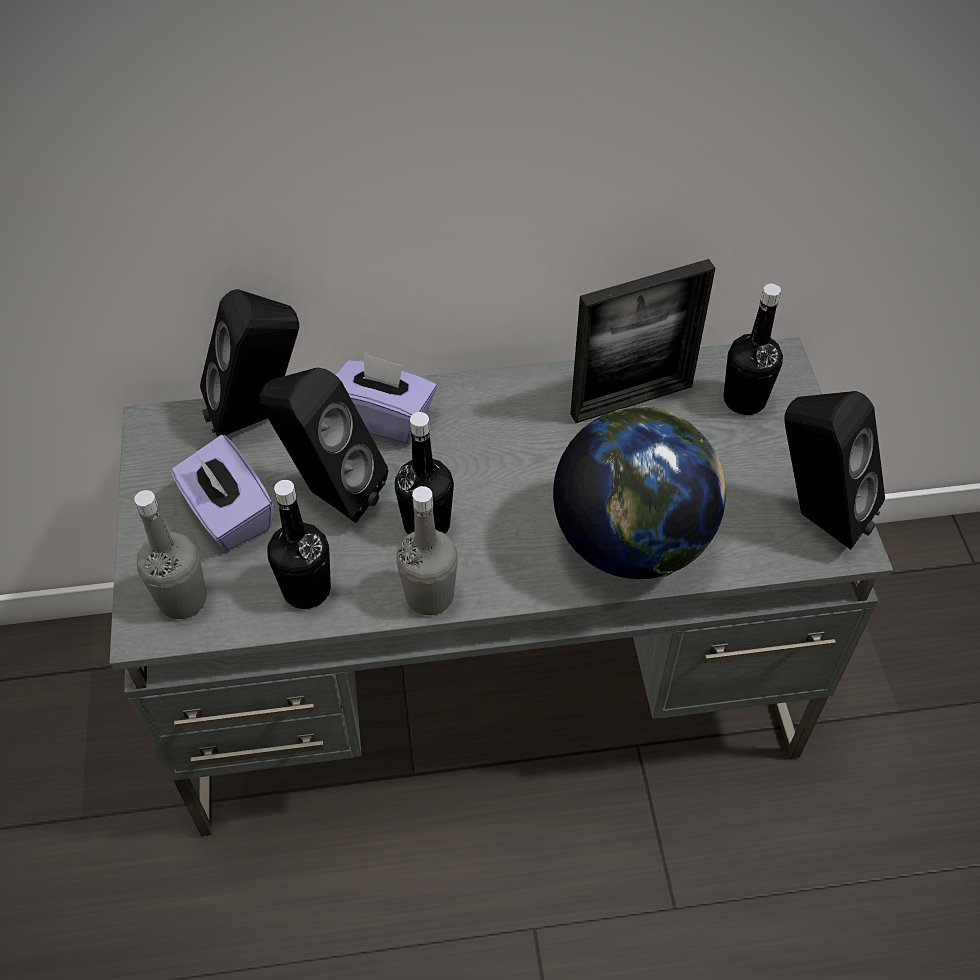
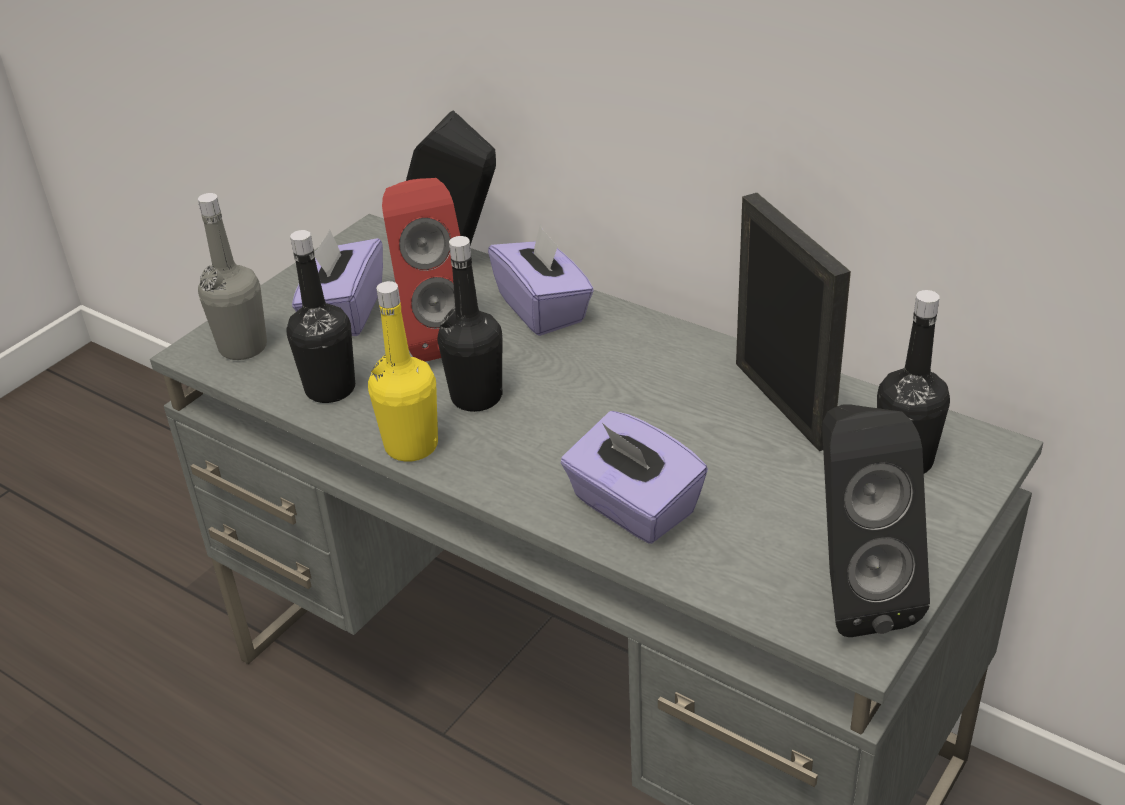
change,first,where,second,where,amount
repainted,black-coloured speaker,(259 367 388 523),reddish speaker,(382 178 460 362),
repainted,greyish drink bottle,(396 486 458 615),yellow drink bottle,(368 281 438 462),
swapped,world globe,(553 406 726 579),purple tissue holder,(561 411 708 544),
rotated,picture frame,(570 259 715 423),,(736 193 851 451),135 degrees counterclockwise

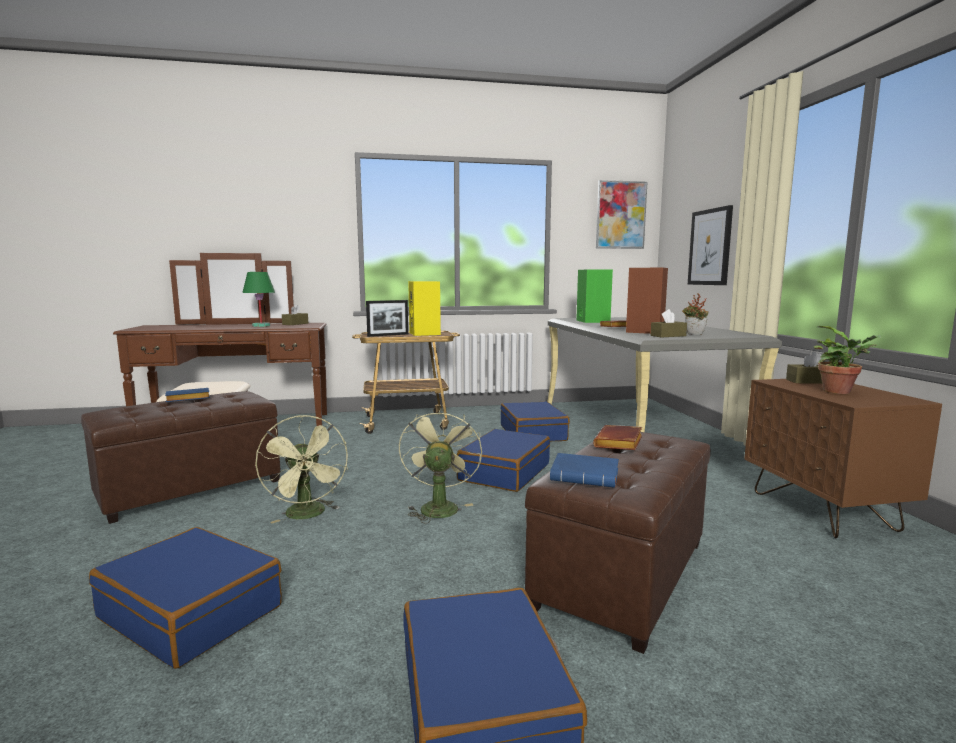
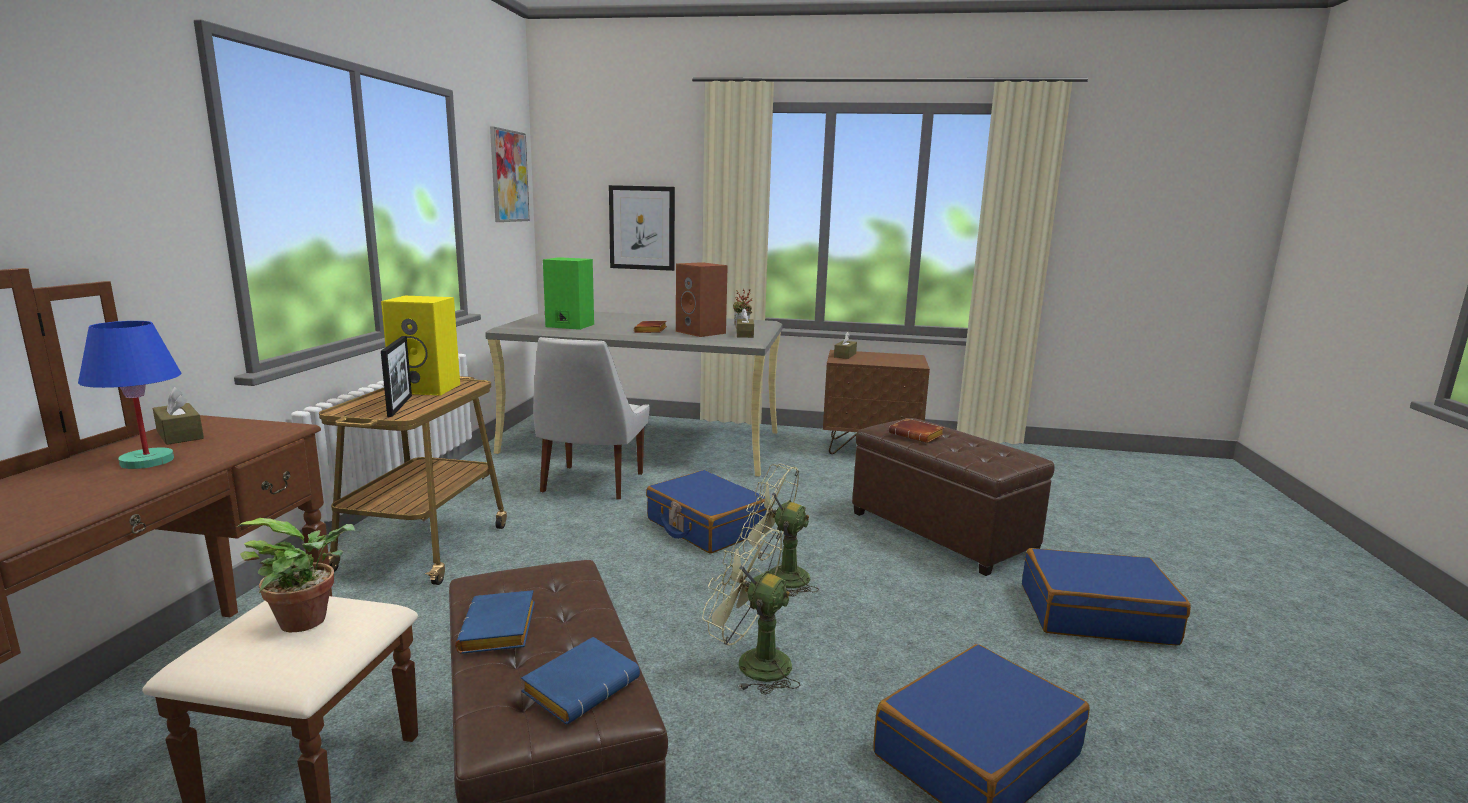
change,first,where,second,where,amount
repainted,greenish table lamp,(242 272 275 327),blue table lamp,(78 321 181 469),
rotated,greenish electric fan,(255 415 348 523),,(702 523 800 695),150 degrees counterclockwise
swapped,blue suitcase,(500 401 570 441),whitish plain chair,(533 337 649 500),
shifted,blue book,(550 453 619 488),,(521 637 640 724),
shifted,houseplant,(814 326 881 394),,(237 518 355 632),

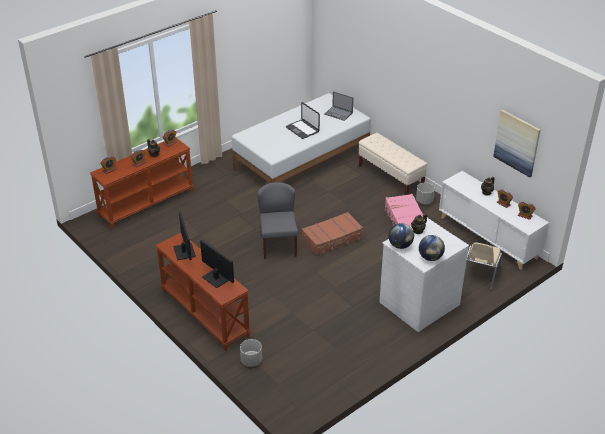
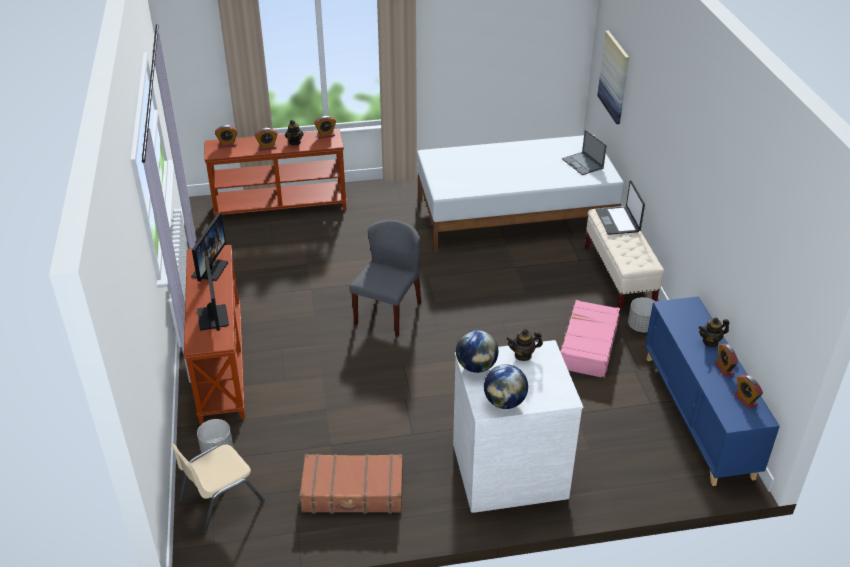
change,first,where,second,where,amount
shifted,portable computer,(286 102 320 139),,(596 180 645 235),
shifted,brownish suitcase,(302 212 363 256),,(299 454 403 513),
repainted,whitish cabinet,(439 171 549 270),blue cabinet,(645 296 780 486),
shifted,beige plain chair,(463 243 502 290),,(171 444 265 534),
shifted,wall art,(493 110 541 177),,(597 31 629 124),

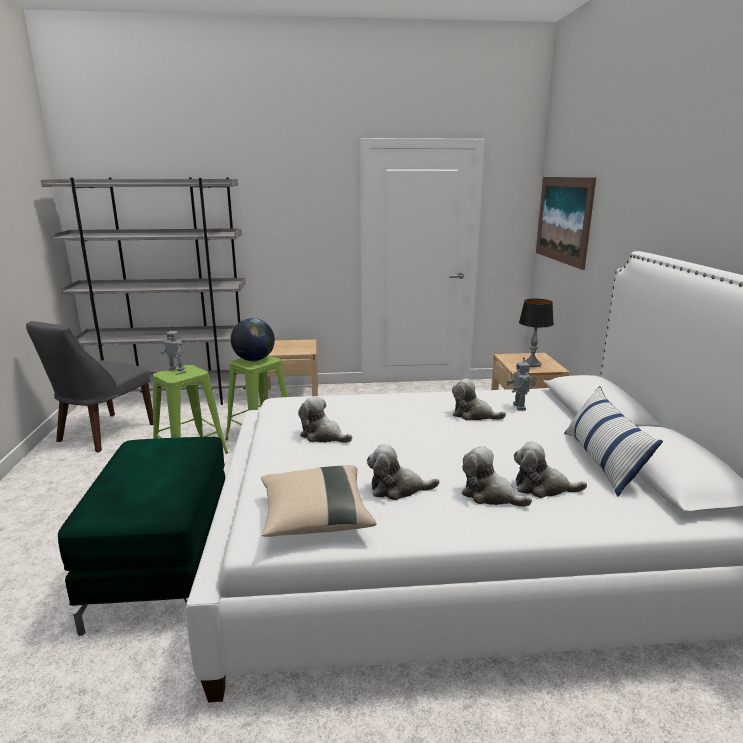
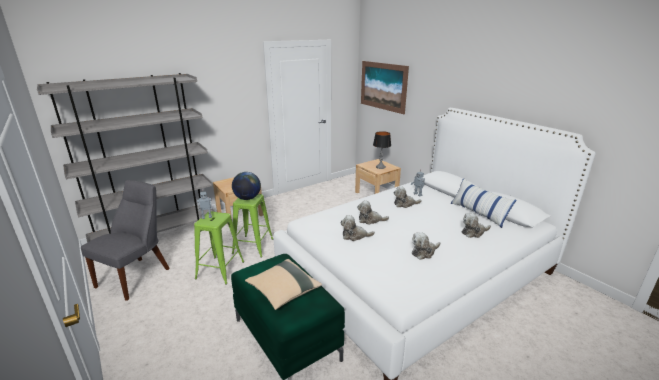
change,first,where,second,where,amount
rotated,greyish plain chair,(26 321 153 452),,(81 180 170 301),150 degrees counterclockwise
shifted,beige cushion,(261 465 376 537),,(245 259 322 310),
shifted,cuddly toy,(462 446 532 507),,(357 200 389 225),

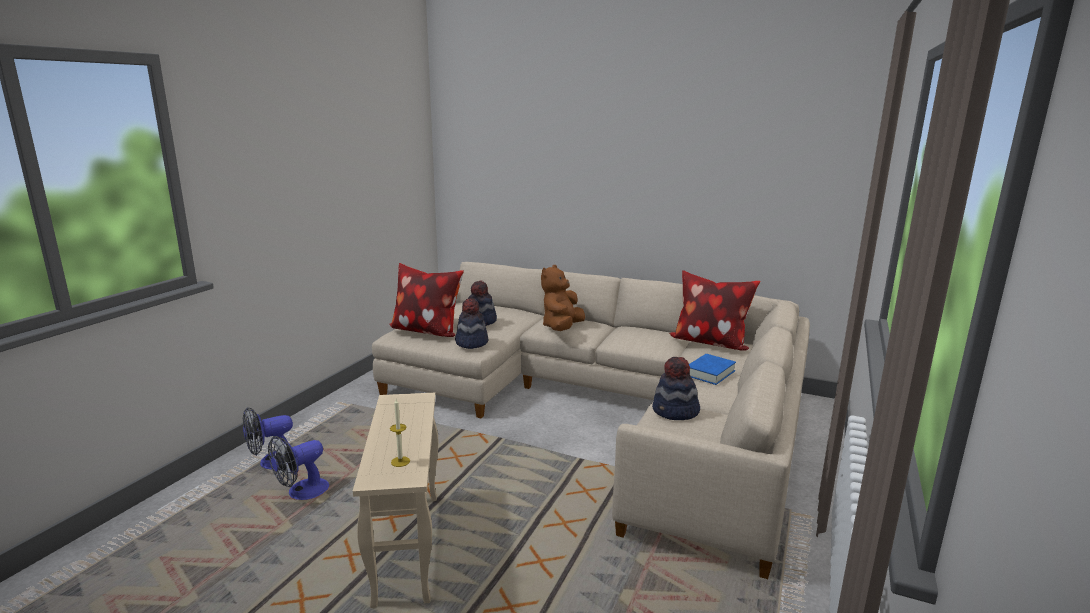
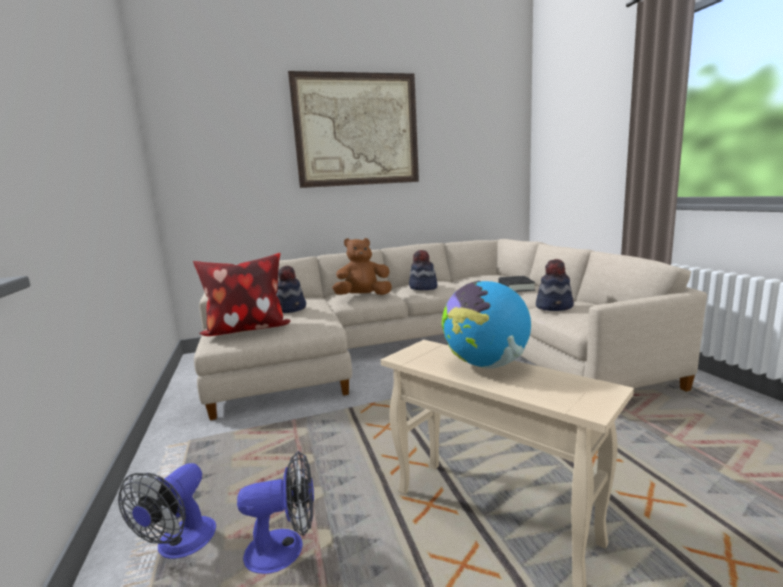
change,first,where,second,where,amount
rotated,electric fan,(268 436 329 500),,(237 451 314 574),105 degrees counterclockwise
gone,wax light,(390 399 410 467),,,
shifted,hat,(455 298 489 349),,(409 250 438 290),
rotated,brownish cuddly toy,(541 265 585 331),,(332 238 392 295),90 degrees clockwise
gone,cushion,(669 270 761 351),,,
repainted,blue book,(689 354 736 385),black-coloured book,(498 276 536 292),
new,,,wall art,(288 71 419 188),
new,,,world globe,(442 280 531 369),

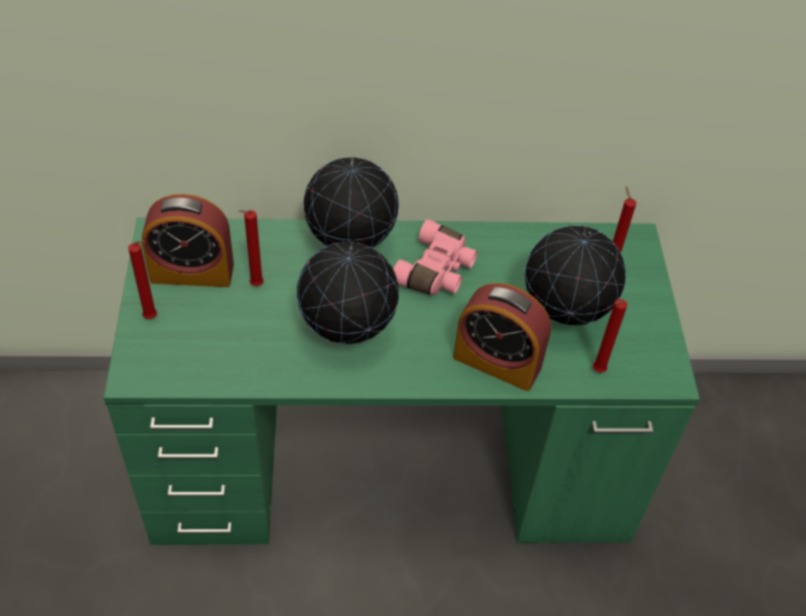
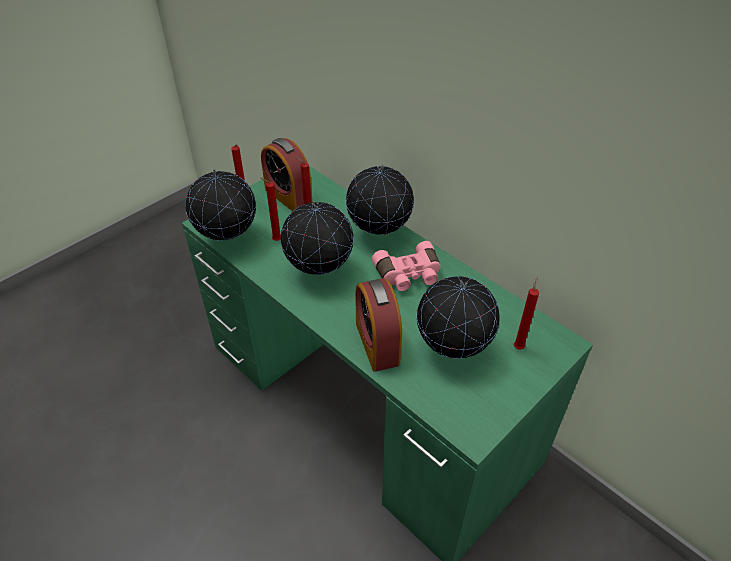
change,first,where,second,where,amount
shifted,reddish wax light,(593 299 627 373),,(261 178 281 241),
new,,,world globe,(185 169 256 241),

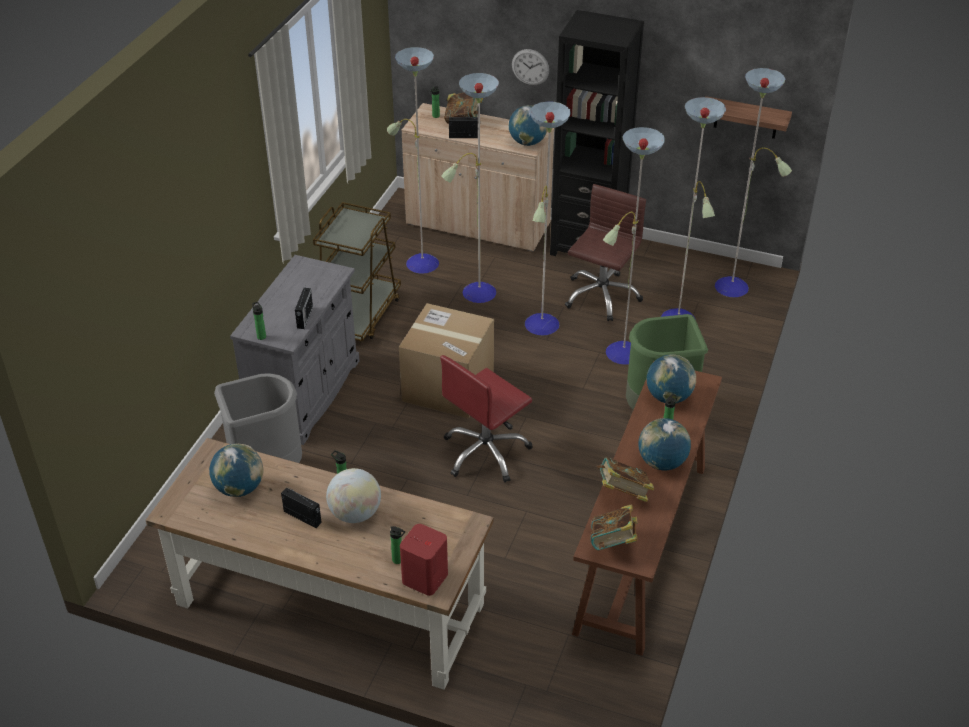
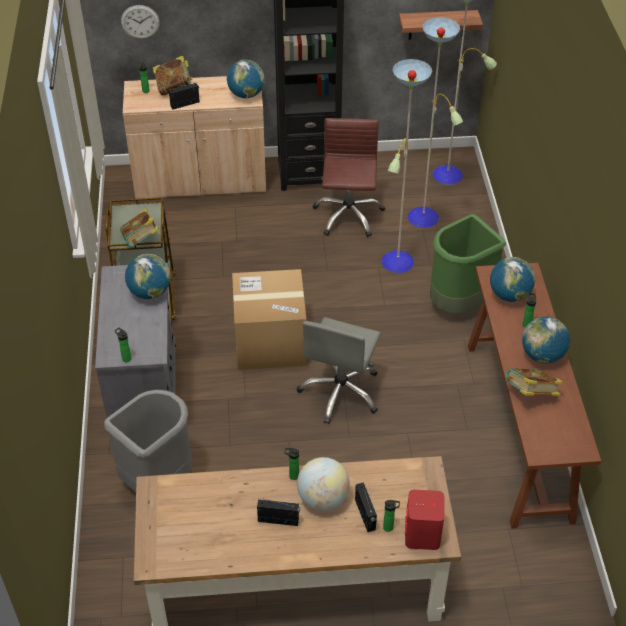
change,first,where,second,where,amount
shifted,world globe,(209 444 263 497),,(125 254 171 299),
shifted,radio receiver,(295 286 313 329),,(355 482 377 532),
gone,standard lamp,(387 47 571 335),,,
repainted,reddish desk chair,(440 355 533 483),greyish desk chair,(297 317 381 424),
shifted,clock on the wall,(512 49 549 86),,(121 5 160 39),
shifted,book,(591 504 637 550),,(120 209 159 247),

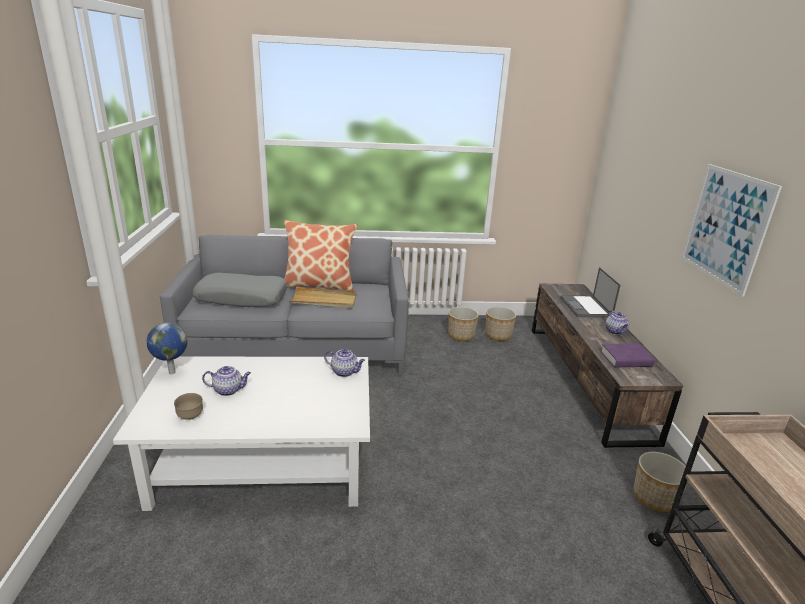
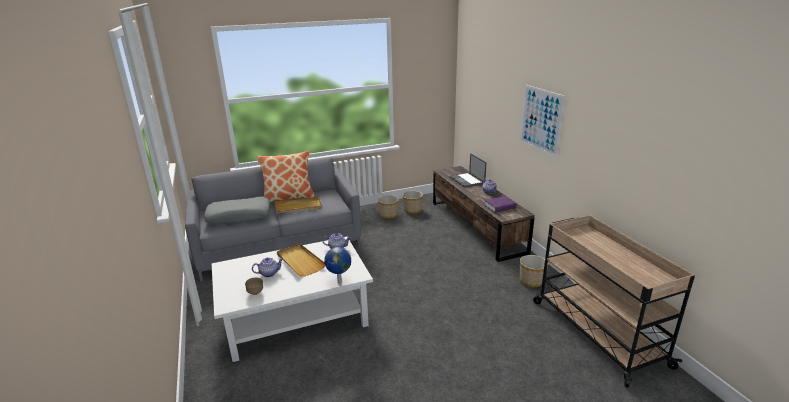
change,first,where,second,where,amount
shifted,world globe,(147 323 188 374),,(324 247 351 284),
new,,,beige serving tray,(277 244 325 276),

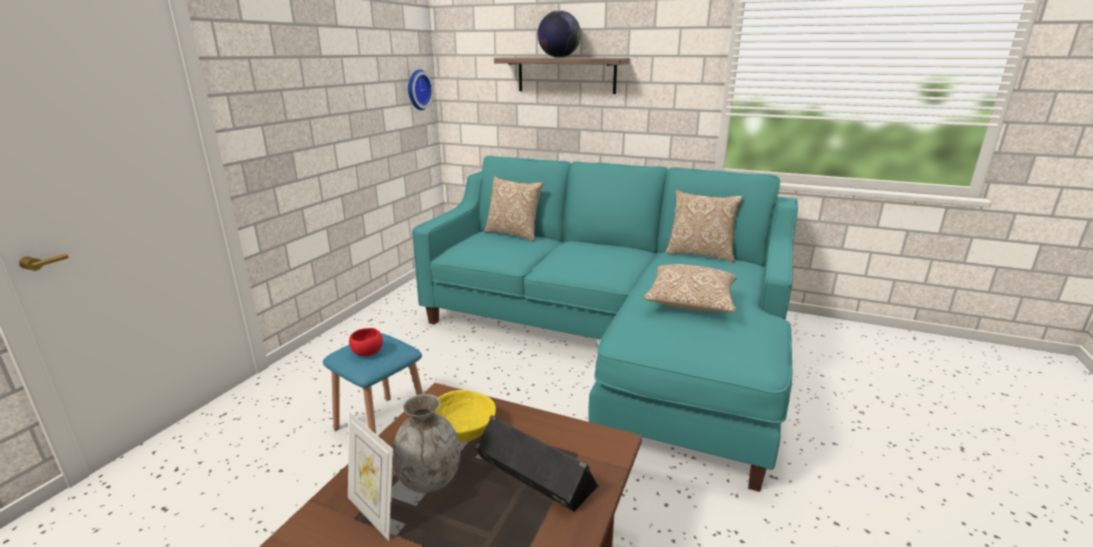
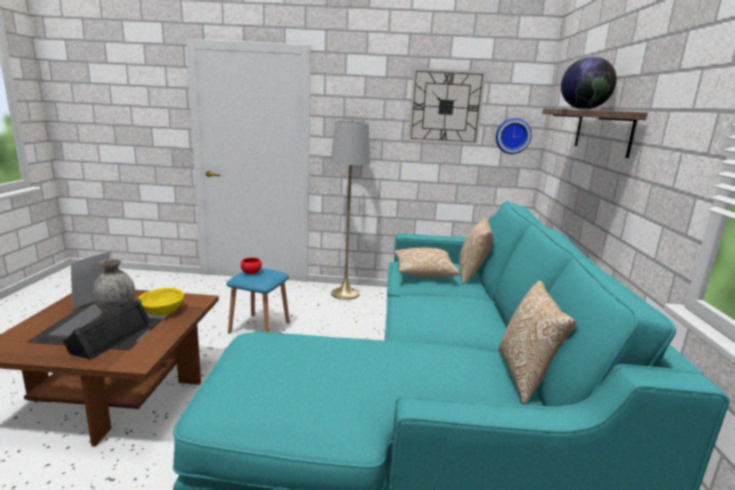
change,first,where,second,where,amount
shifted,cushion,(643 264 737 312),,(394 248 460 277),
new,,,greyish standard lamp,(330 121 370 300),
new,,,clock on the wall,(408 68 486 145),

